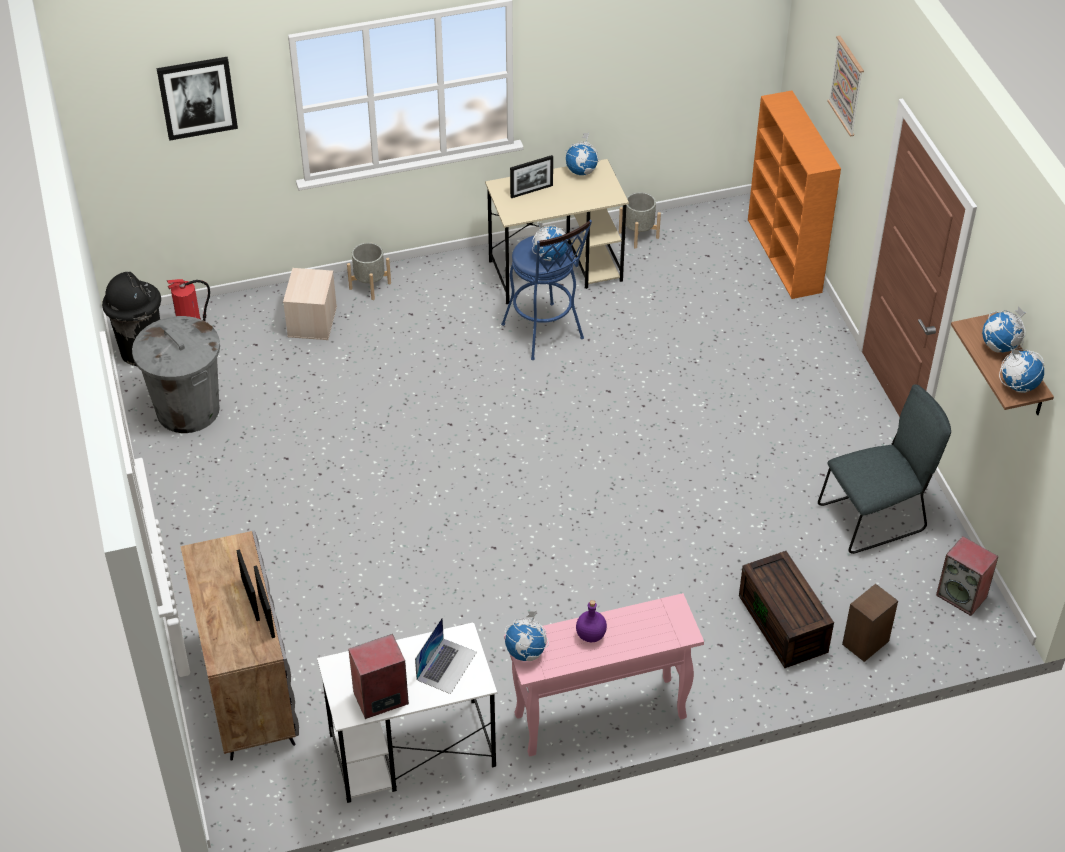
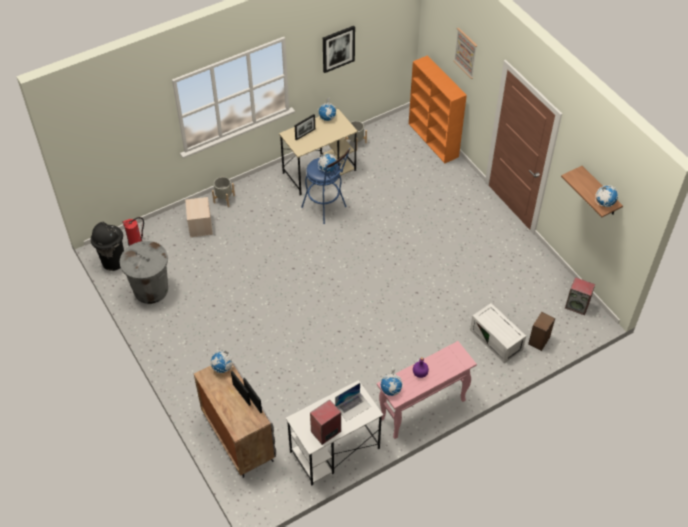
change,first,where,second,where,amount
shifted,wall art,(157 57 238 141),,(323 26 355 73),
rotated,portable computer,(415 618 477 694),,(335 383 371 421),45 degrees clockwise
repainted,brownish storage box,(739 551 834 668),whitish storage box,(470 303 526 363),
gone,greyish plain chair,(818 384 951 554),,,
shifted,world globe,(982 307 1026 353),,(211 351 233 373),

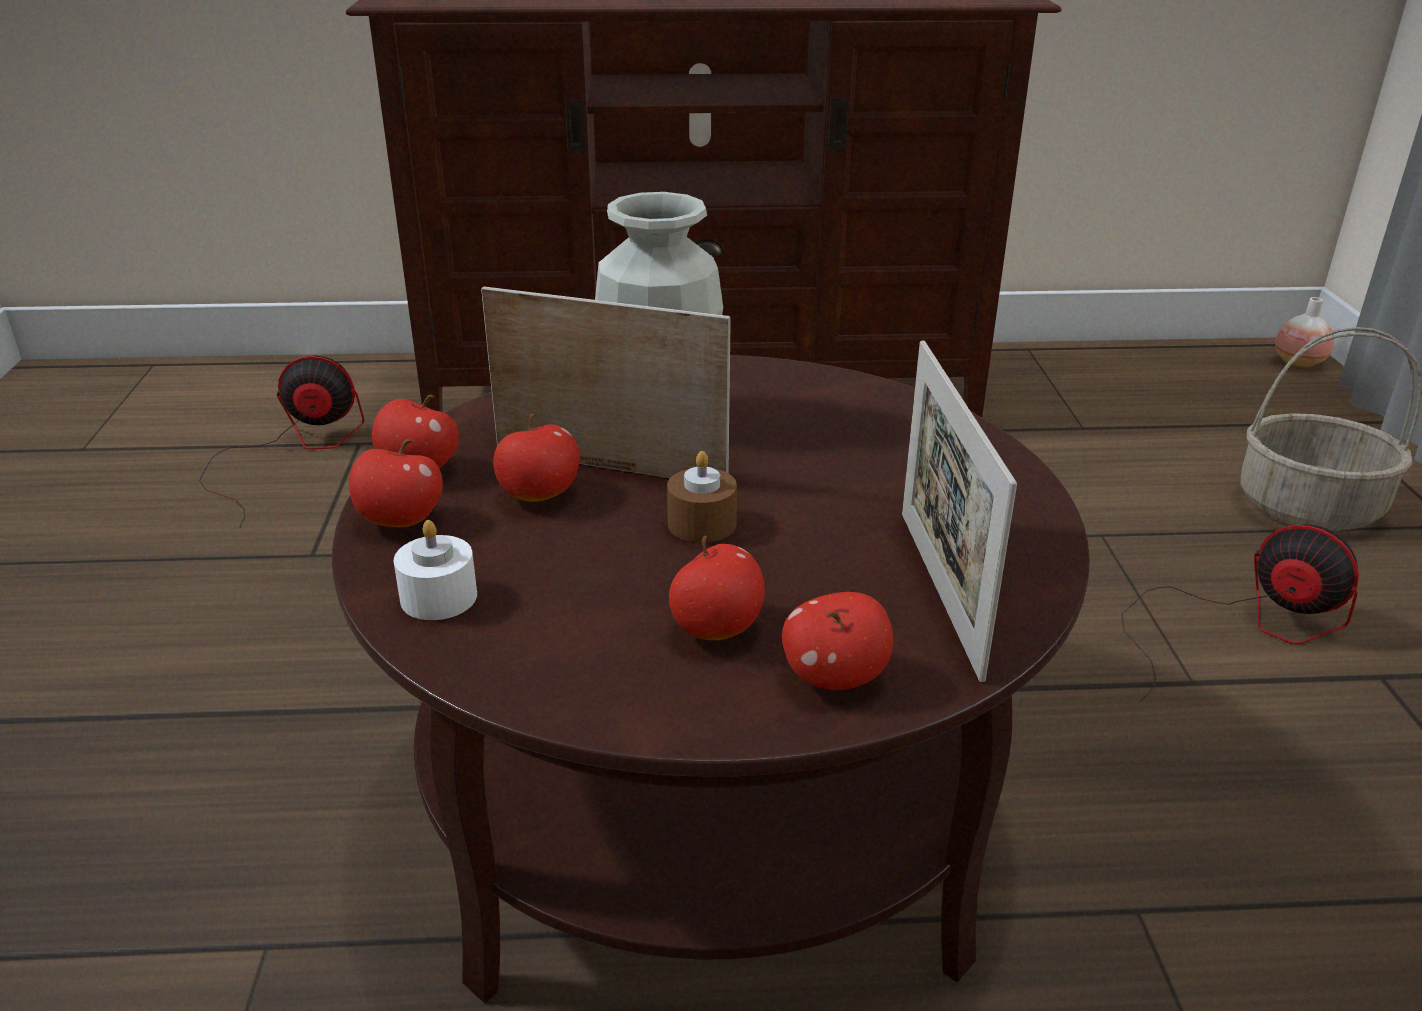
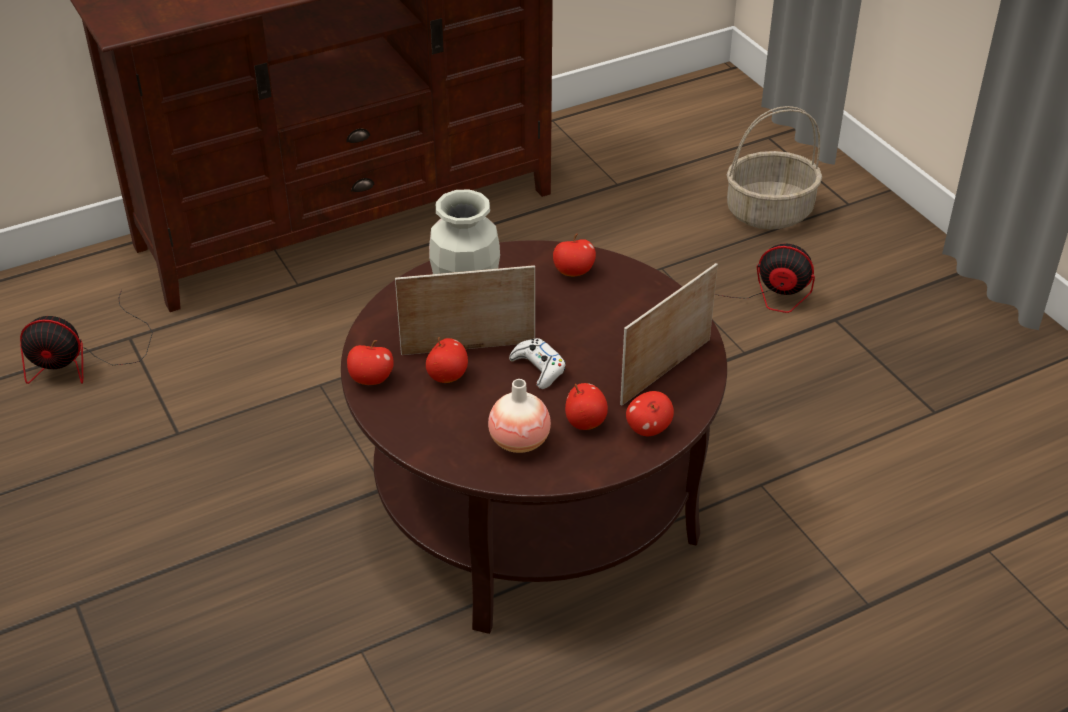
change,first,where,second,where,amount
rotated,electric fan,(199 355 364 528),,(20 289 153 384),150 degrees counterclockwise
shifted,apple fruit,(349 439 443 527),,(553 234 596 277),
gone,whitish wax light,(393 520 477 620),,,
swapped,brownish wax light,(667 451 737 543),whitish joypad,(509 338 566 389),
rotated,picture frame,(902 341 1017 682),,(620 263 718 406),75 degrees clockwise
shifted,vase,(1275 297 1334 368),,(488 379 551 453),

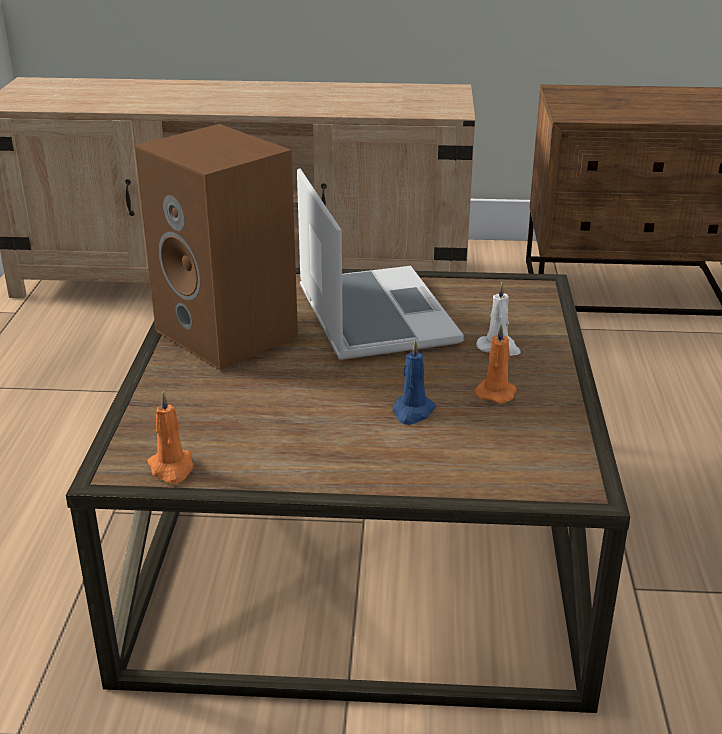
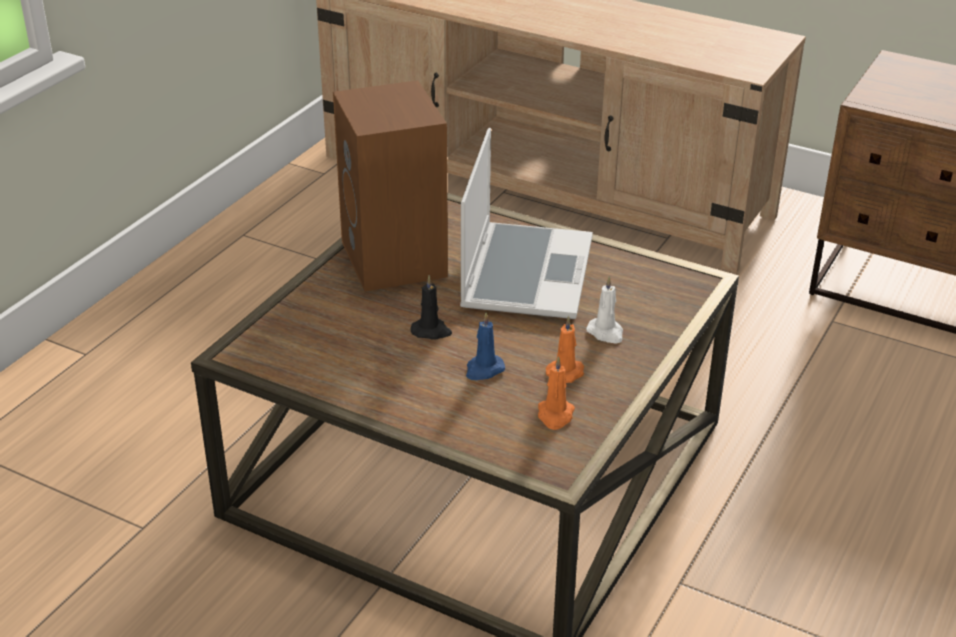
change,first,where,second,where,amount
shifted,orangey wax light,(147 392 194 484),,(538 356 575 430),
new,,,black-coloured wax light,(411 275 452 340),

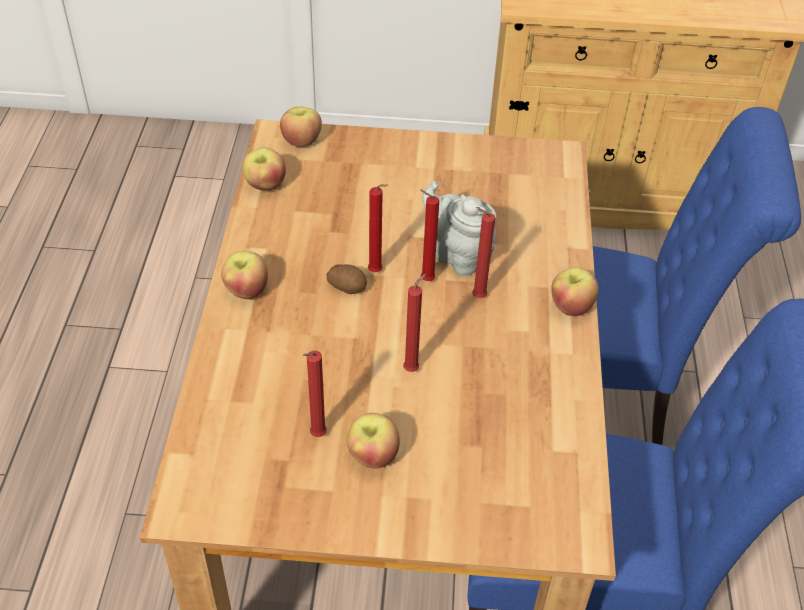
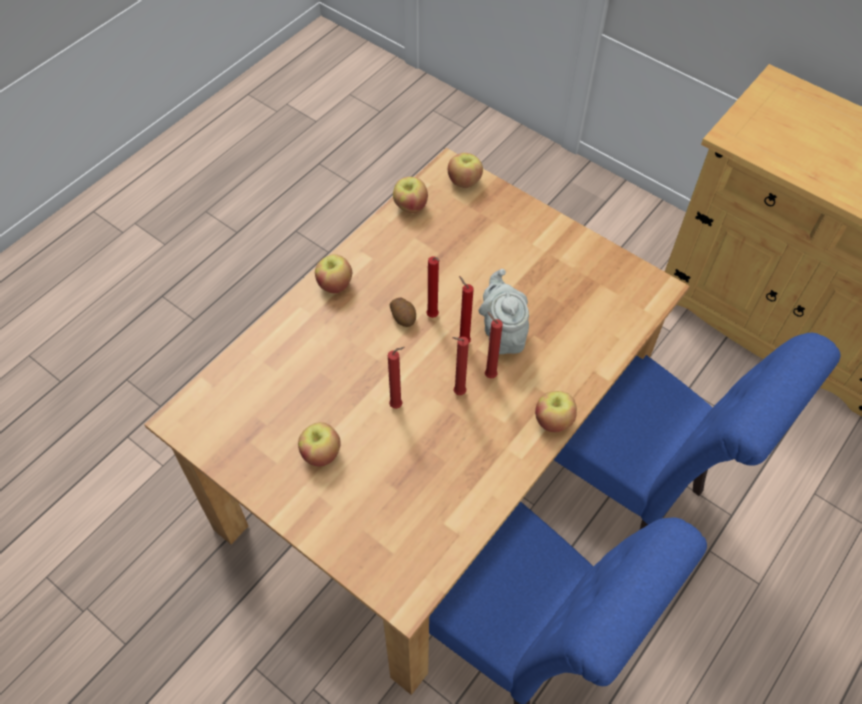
change,first,where,second,where,amount
shifted,reddish wax light,(303 351 327 437),,(452 337 469 395),

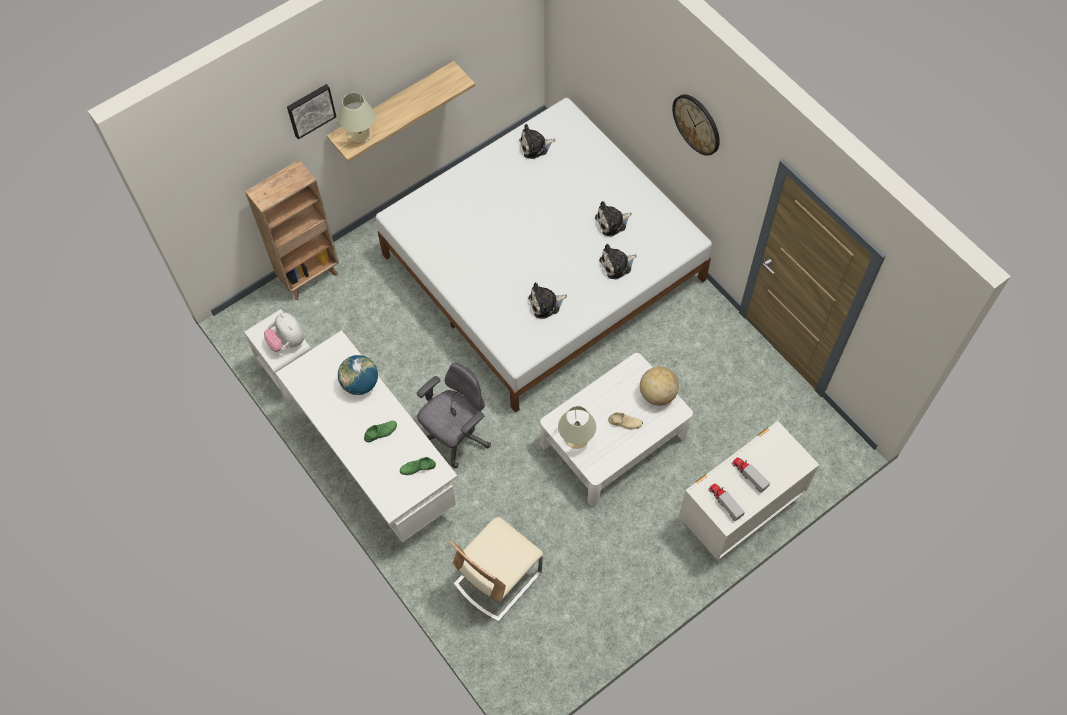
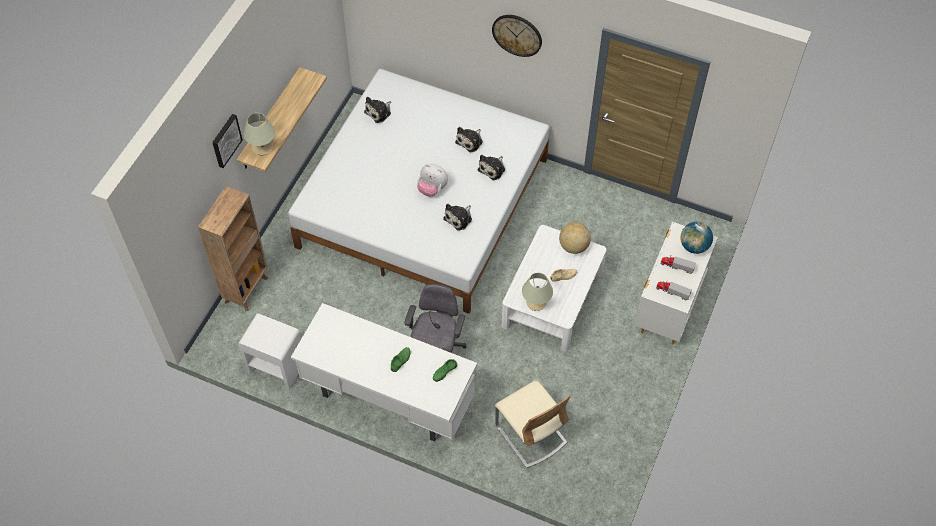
change,first,where,second,where,amount
shifted,cuddly toy,(264 312 305 352),,(417 164 448 196),
shifted,world globe,(338 355 378 395),,(680 222 713 254),
rotated,beige plain chair,(450 517 543 622),,(495 381 571 468),45 degrees counterclockwise

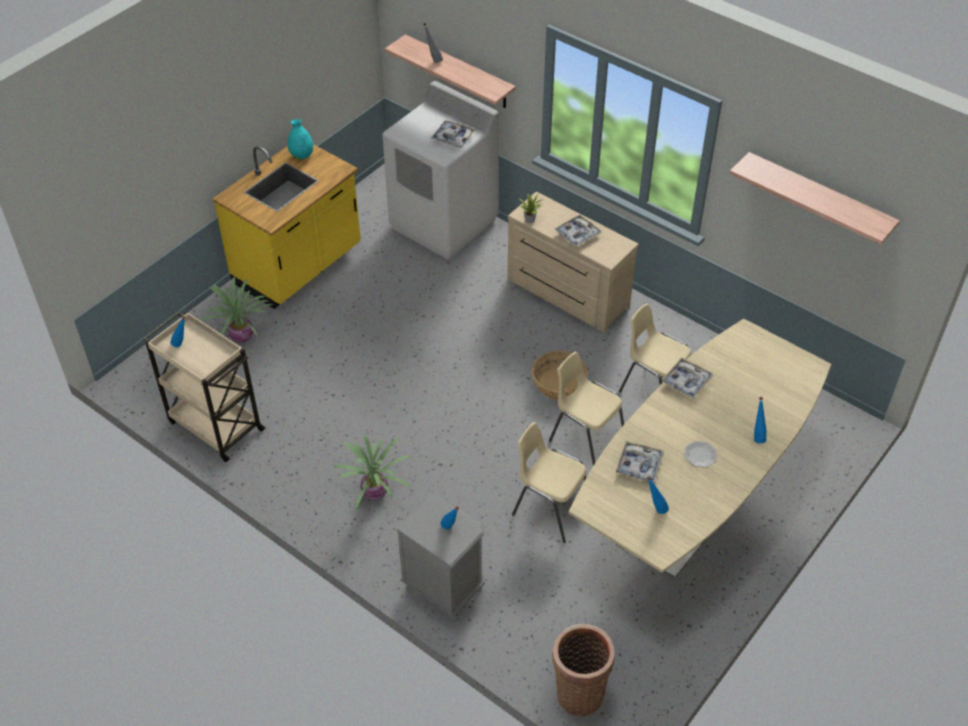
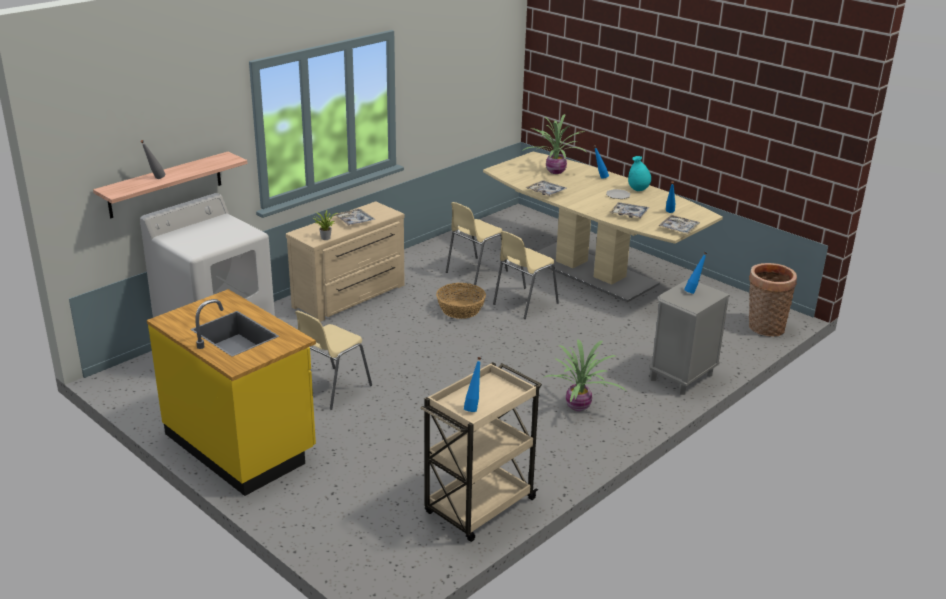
change,first,where,second,where,amount
shifted,houseplant,(200 277 273 342),,(522 114 587 174),
shifted,blue-green vase,(288 119 313 159),,(628 156 651 191),
shifted,serving tray,(431 120 476 148),,(659 215 700 233),
shifted,beige plain chair,(512 422 587 543),,(295 310 372 410),
gone,wall shelf,(729 152 900 245),,,

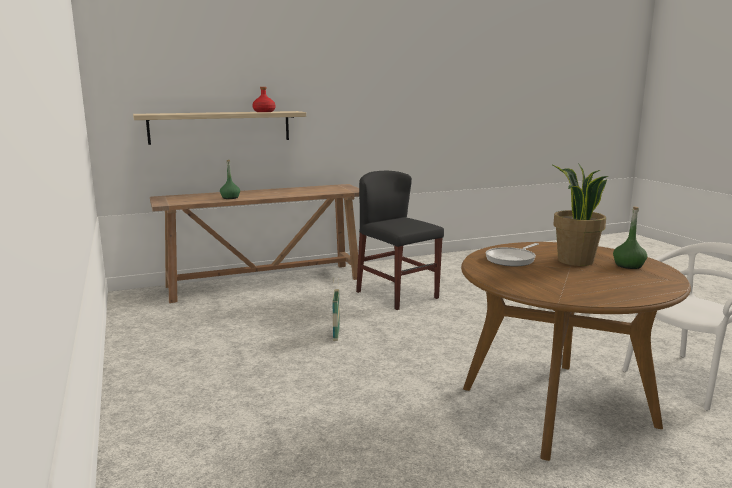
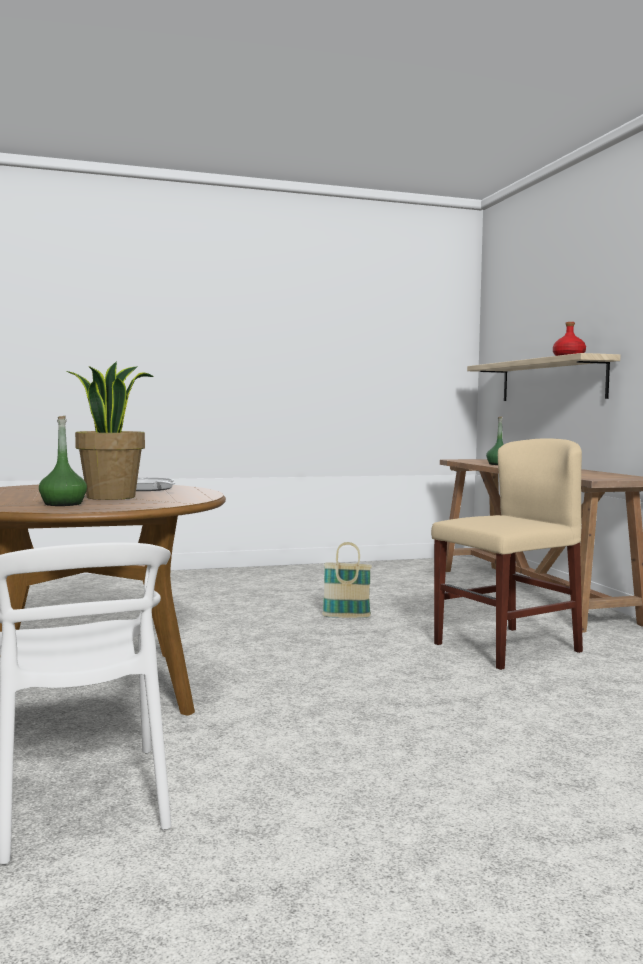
change,first,where,second,where,amount
repainted,black-coloured plain chair,(356 171 444 310),beige plain chair,(431 438 583 670),

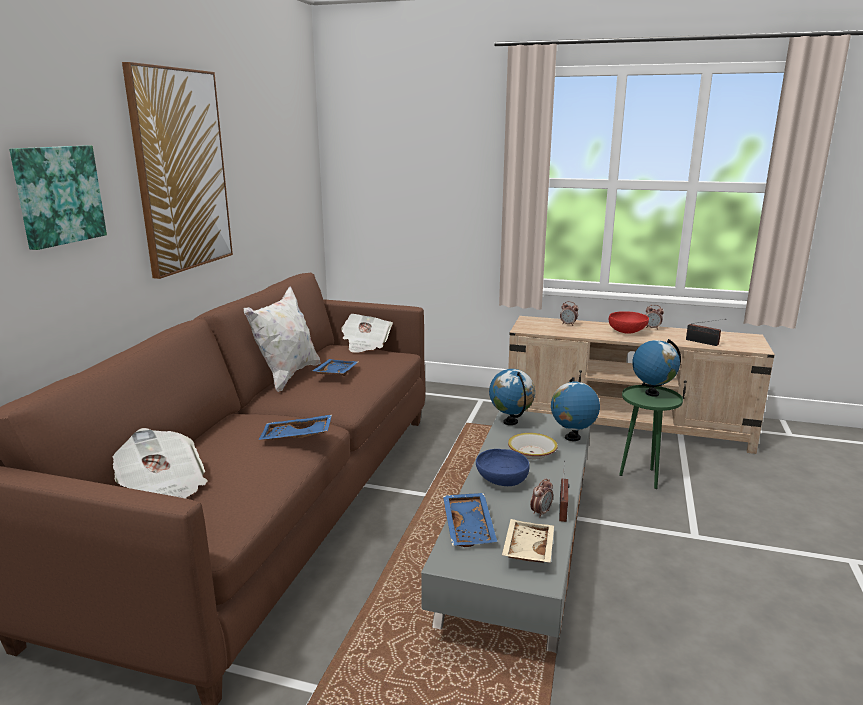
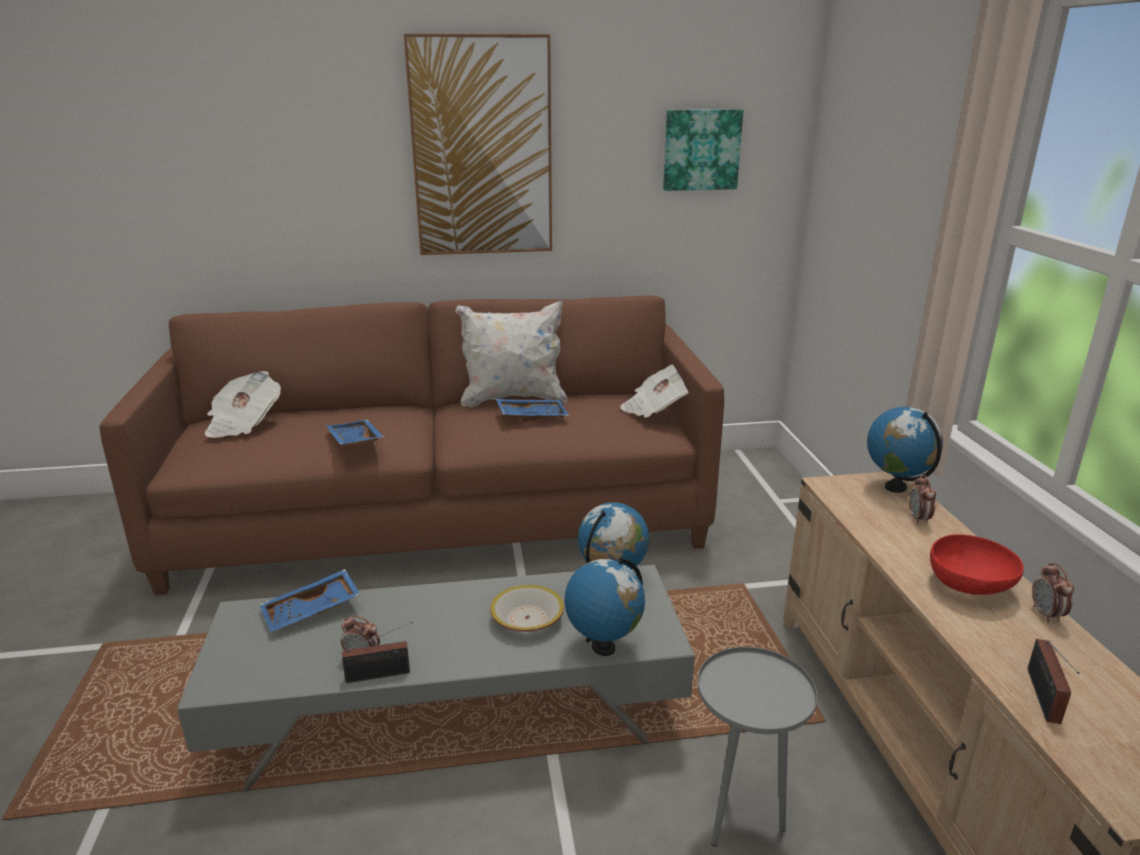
change,first,where,second,where,amount
shifted,wall art,(9 146 107 250),,(663 109 743 191),
gone,blue deep dish,(476 449 530 486),,,
gone,beige serving tray,(502 519 554 563),,,
repainted,greenish end table,(619 385 683 489),greyish end table,(698 647 817 846),
shifted,world globe,(632 339 681 397),,(867 407 943 493),

